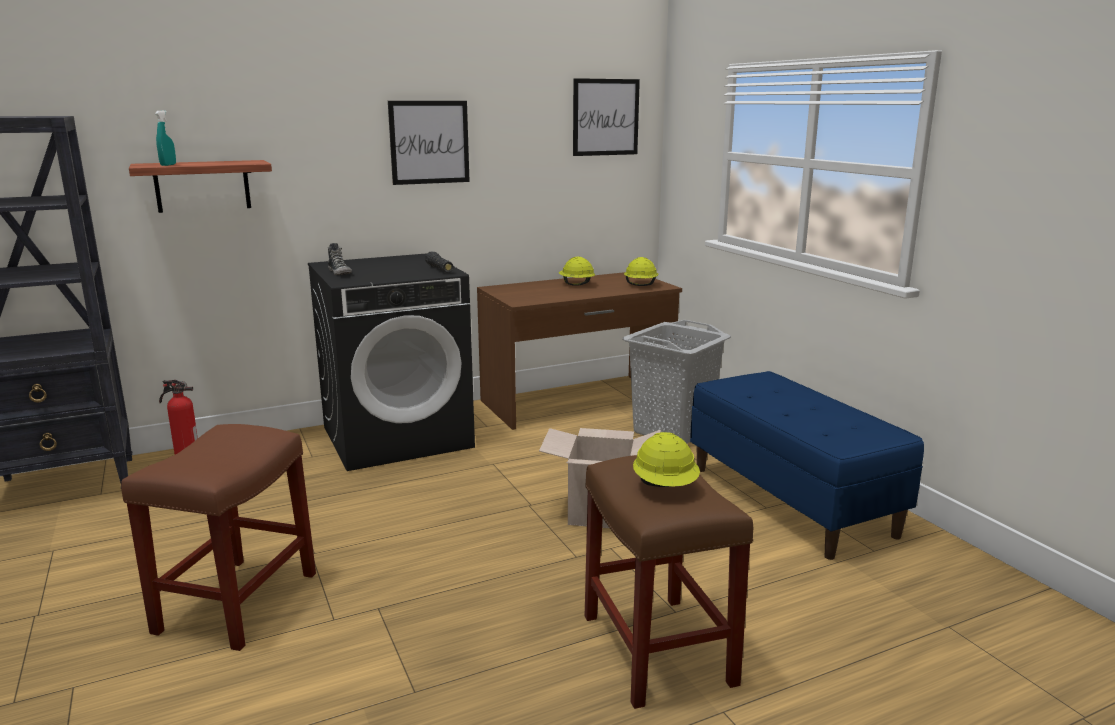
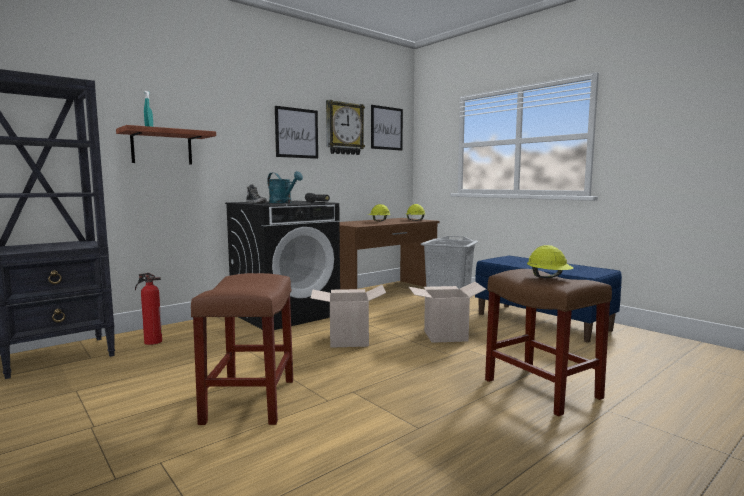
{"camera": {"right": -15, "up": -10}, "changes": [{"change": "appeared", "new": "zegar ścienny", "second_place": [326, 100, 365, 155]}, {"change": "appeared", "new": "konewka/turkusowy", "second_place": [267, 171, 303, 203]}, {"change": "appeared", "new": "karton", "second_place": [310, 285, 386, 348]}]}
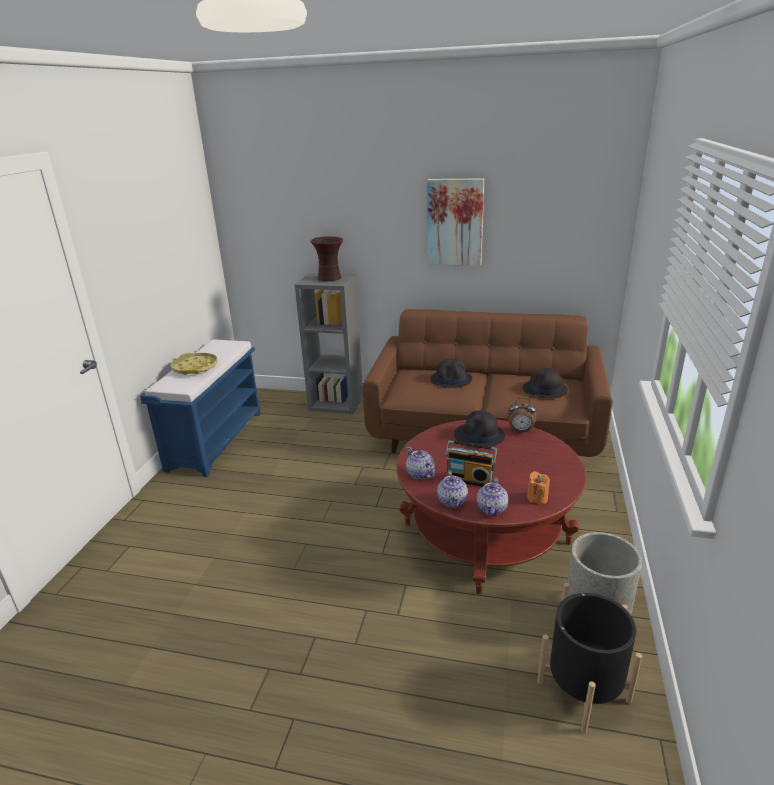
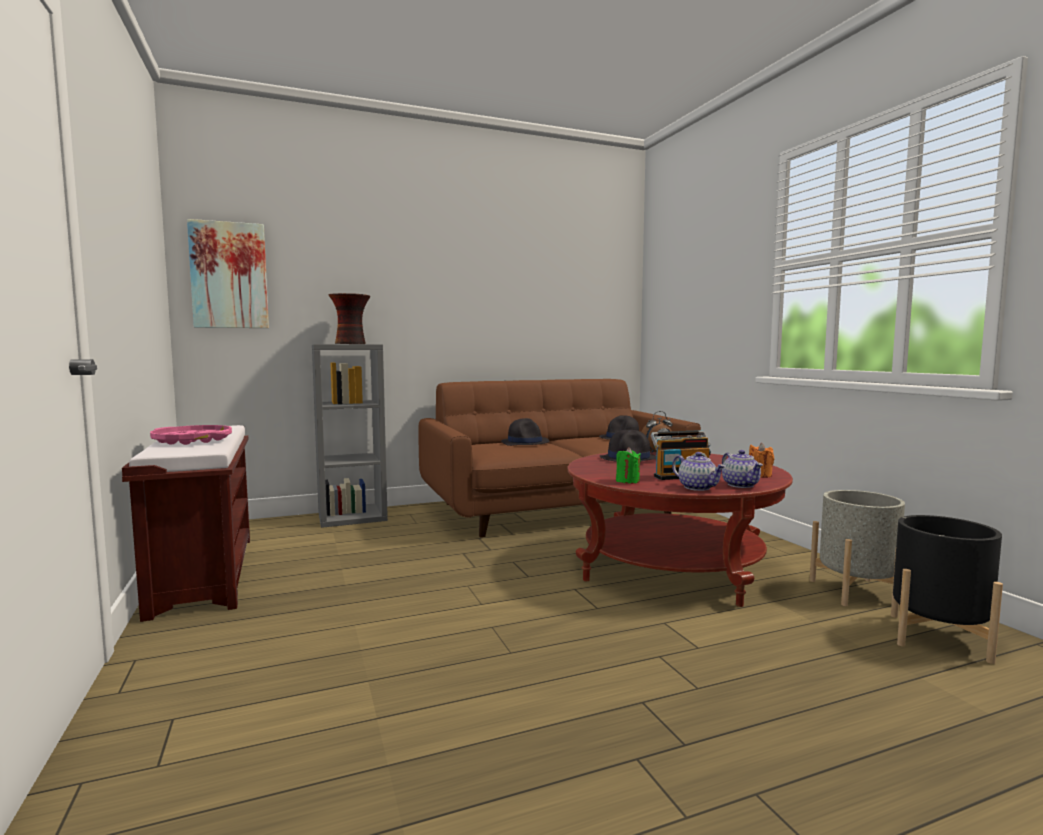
{"camera": {"right": -35, "up": -20}, "changes": [{"change": "relocated", "old": "obraz", "first_place": [427, 178, 484, 266], "second_place": [187, 219, 269, 328]}, {"change": "colour", "old": "ławka/niebieski", "new": "ławka/brązowy", "first_place": [140, 339, 261, 477], "second_place": [122, 425, 250, 622]}, {"change": "colour", "old": "taca/żółty", "new": "taca/różowy", "first_place": [171, 353, 218, 375], "second_place": [150, 425, 232, 445]}, {"change": "exchanged", "old": "imbryk", "new": "świeca/zielony", "first_place": [406, 446, 435, 480], "second_place": [616, 447, 641, 484]}]}
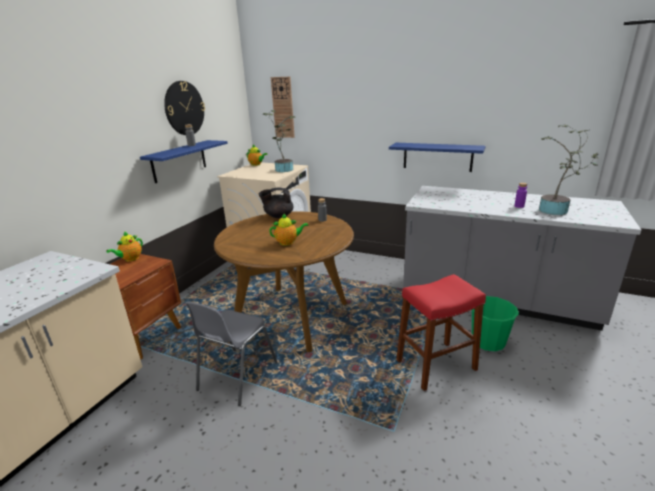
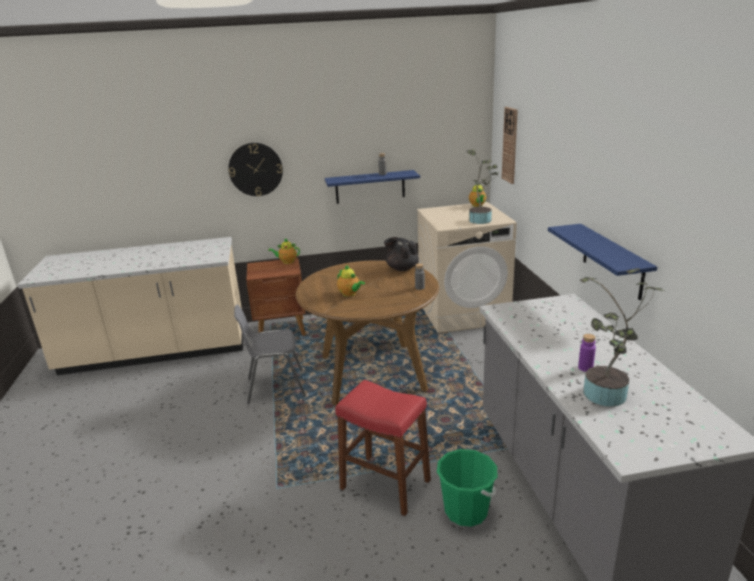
{"camera": {"right": 55, "up": 0}, "changes": [{"change": "relocated", "old": "zegar ścienny", "first_place": [164, 81, 205, 135], "second_place": [228, 143, 283, 196]}]}
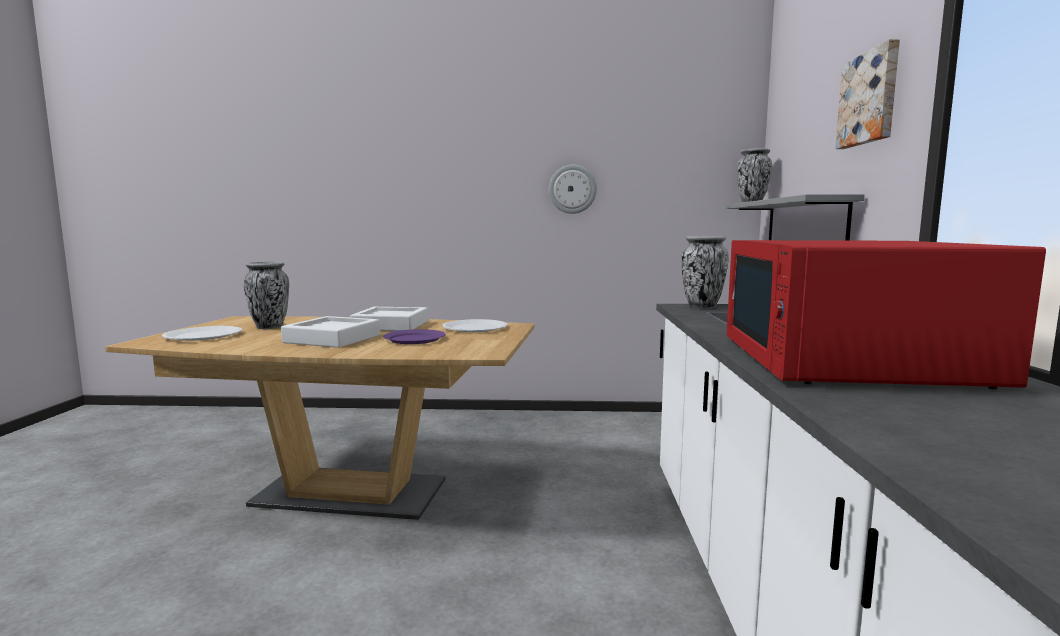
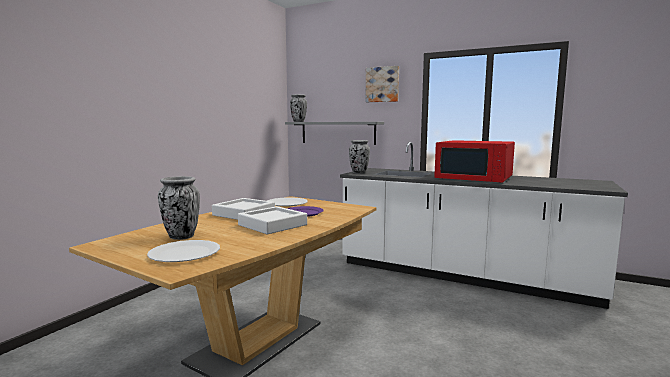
{"camera": {"right": -65, "up": 0}, "changes": [{"change": "missing", "old": "zegar ścienny", "first_place": [549, 164, 597, 214]}]}
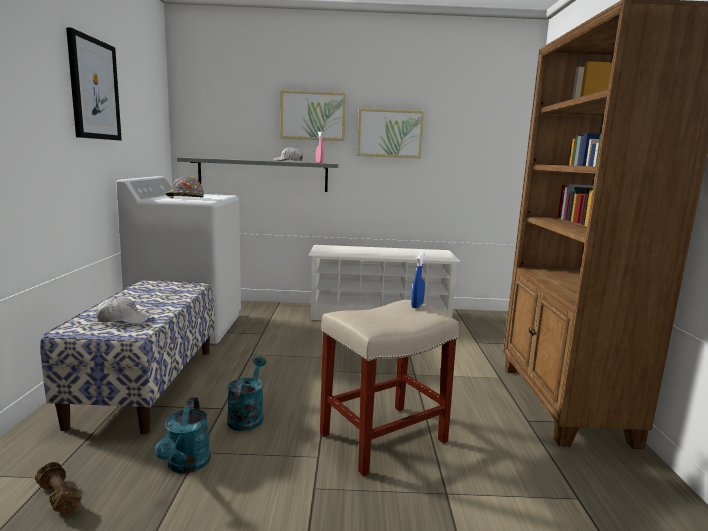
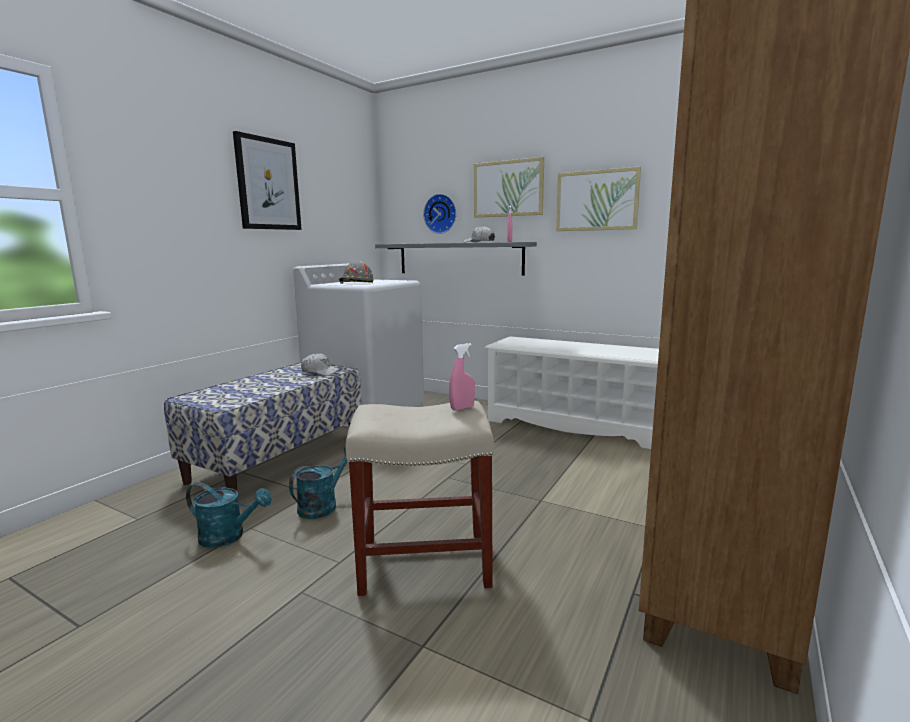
{"camera": {"right": 30, "up": 0}, "changes": [{"change": "colour", "old": "spryskiwacz/niebieski", "new": "spryskiwacz/różowy", "first_place": [411, 254, 425, 308], "second_place": [449, 343, 475, 411]}, {"change": "relocated", "old": "czapka z daszkiem/biały", "first_place": [96, 296, 151, 324], "second_place": [301, 353, 340, 376]}, {"change": "spun", "old": "konewka/turkusowy", "first_place": [155, 397, 211, 474], "second_place": [186, 482, 272, 548], "degrees": -105}, {"change": "missing", "old": "hantel/brązowy", "first_place": [35, 462, 82, 514]}, {"change": "appeared", "new": "zegar ścienny", "second_place": [423, 194, 456, 234]}]}
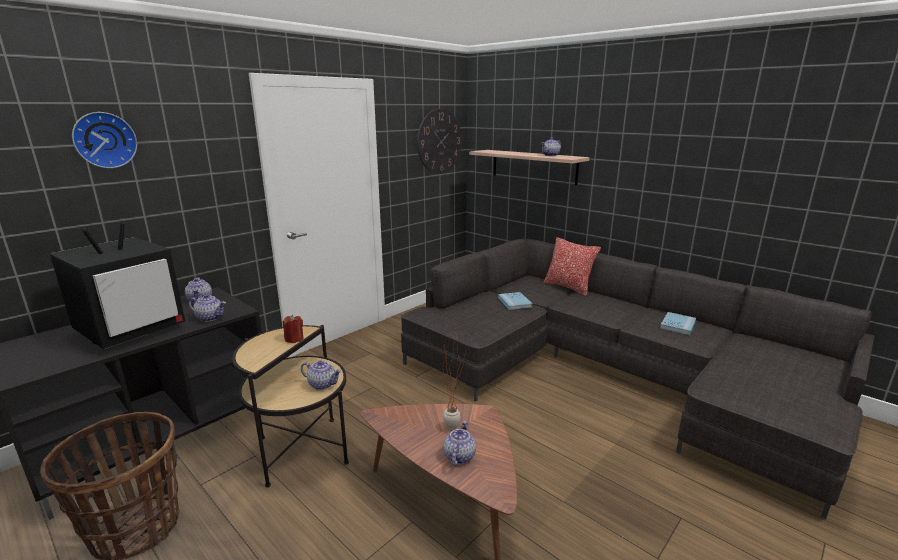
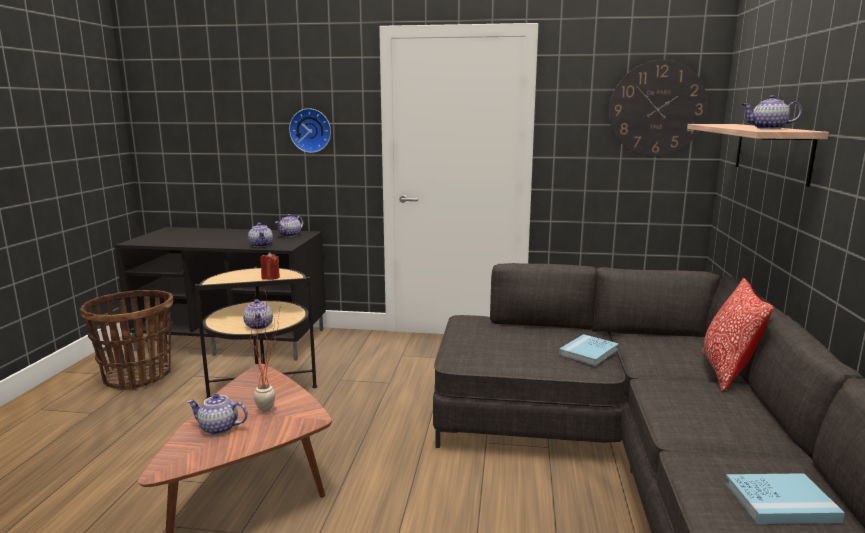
{"camera": {"right": 55, "up": -5}, "changes": [{"change": "relocated", "old": "zegar ścienny", "first_place": [72, 112, 137, 168], "second_place": [289, 108, 331, 153]}, {"change": "missing", "old": "telewizor", "first_place": [50, 222, 185, 349]}, {"change": "spun", "old": "imbryk", "first_place": [443, 421, 476, 466], "second_place": [187, 394, 248, 435], "degrees": -150}]}
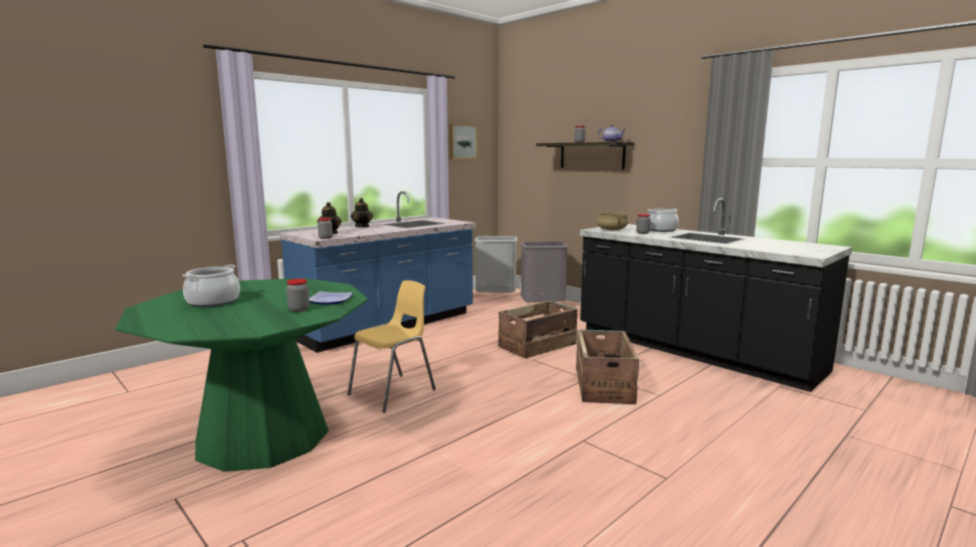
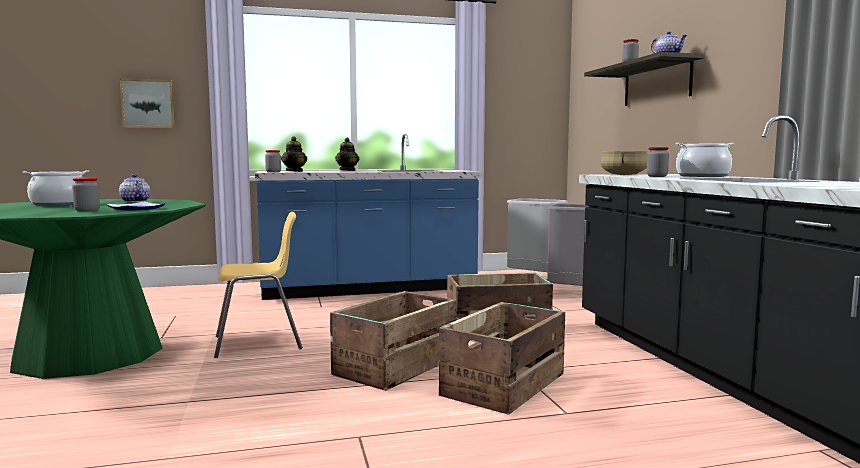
{"camera": {"right": 30, "up": -5}, "changes": [{"change": "relocated", "old": "obraz", "first_place": [450, 124, 477, 159], "second_place": [120, 79, 175, 128]}, {"change": "appeared", "new": "imbryk", "second_place": [119, 174, 150, 202]}, {"change": "appeared", "new": "skrzynka", "second_place": [330, 291, 456, 391]}]}
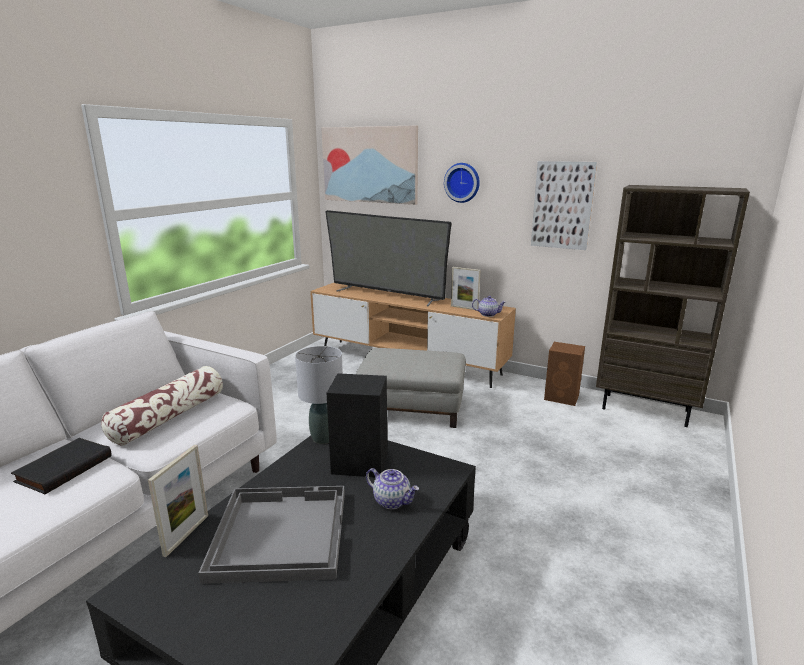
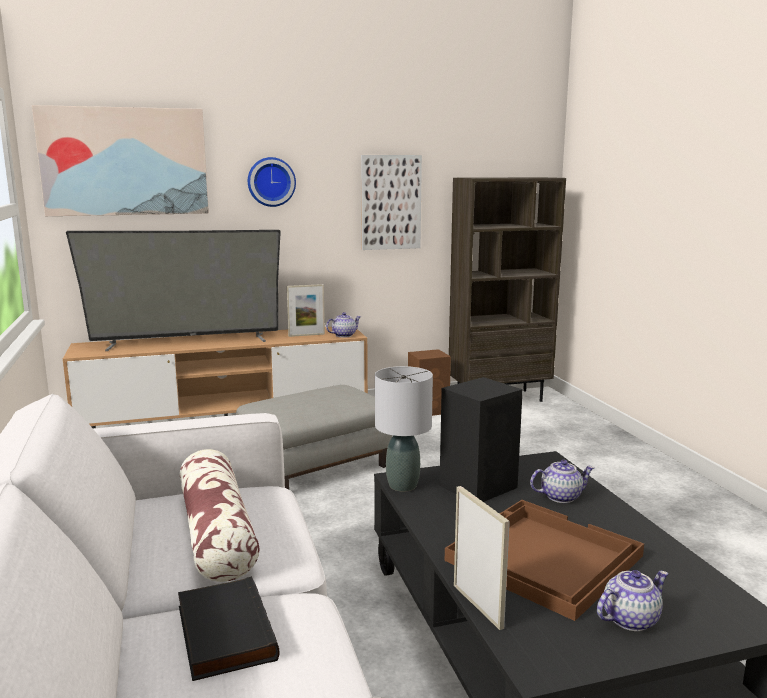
{"camera": {"right": -45, "up": -5}, "changes": [{"change": "colour", "old": "taca/szary", "new": "taca/brązowy", "first_place": [198, 486, 345, 584], "second_place": [445, 500, 644, 621]}, {"change": "appeared", "new": "imbryk", "second_place": [597, 570, 669, 631]}]}
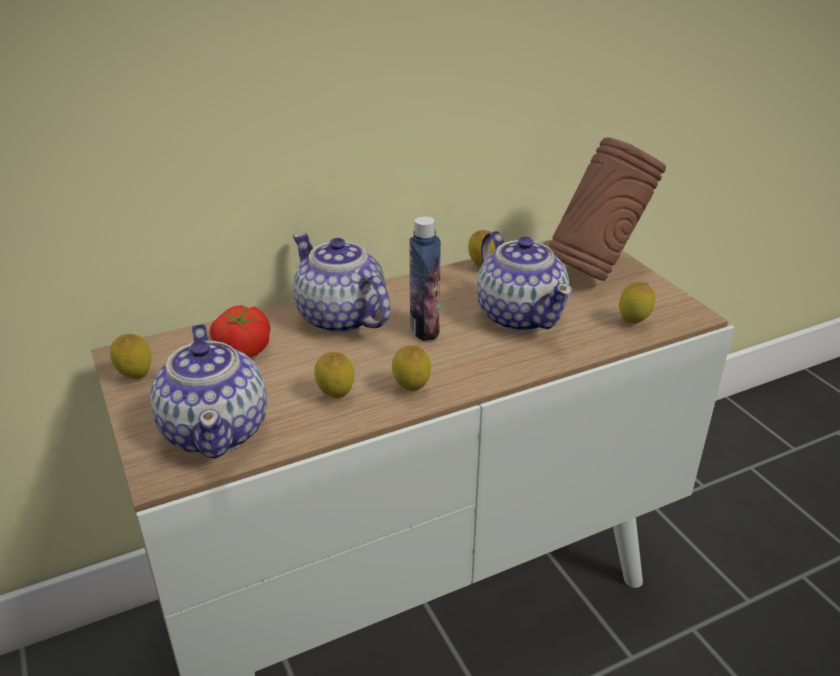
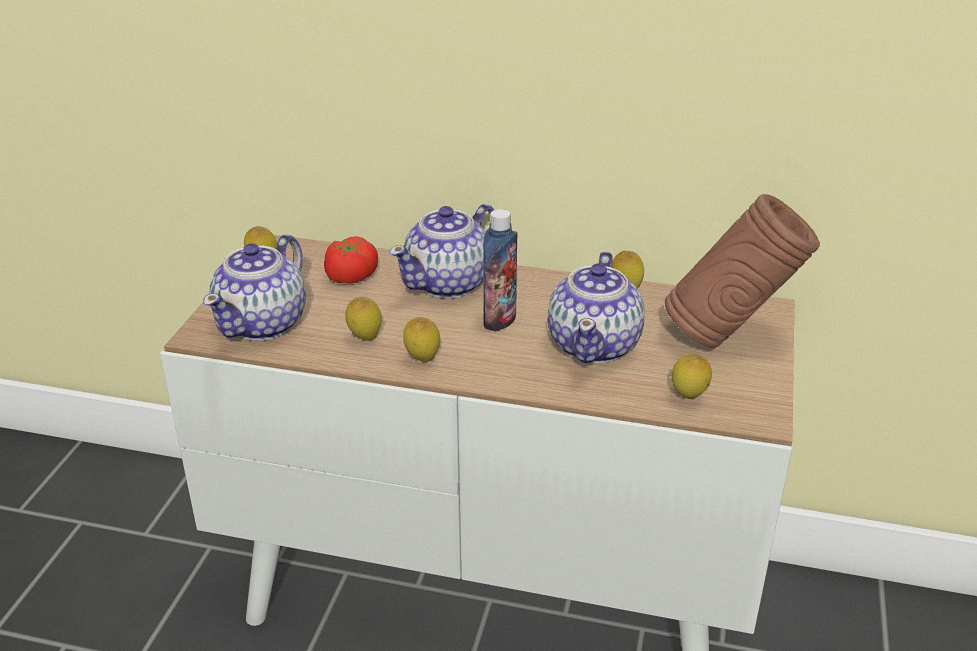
{"camera": {"right": 40, "up": 0}, "changes": [{"change": "spun", "old": "imbryk", "first_place": [293, 233, 390, 334], "second_place": [389, 204, 494, 299], "degrees": -135}]}
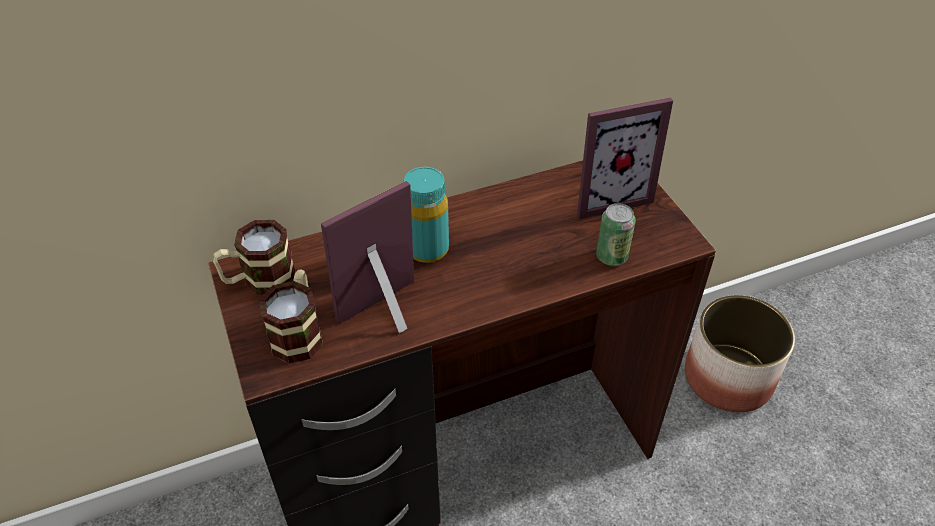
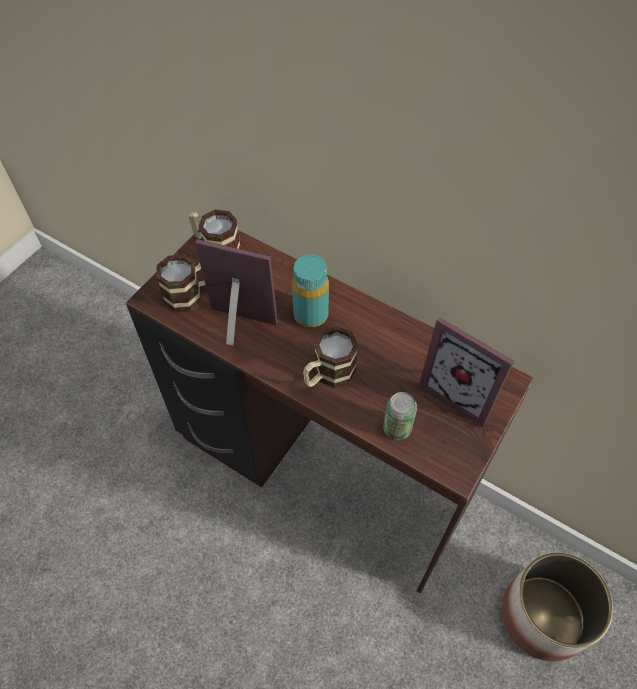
{"camera": {"right": 55, "up": 10}, "changes": [{"change": "appeared", "new": "kubek", "second_place": [303, 326, 358, 388]}]}
